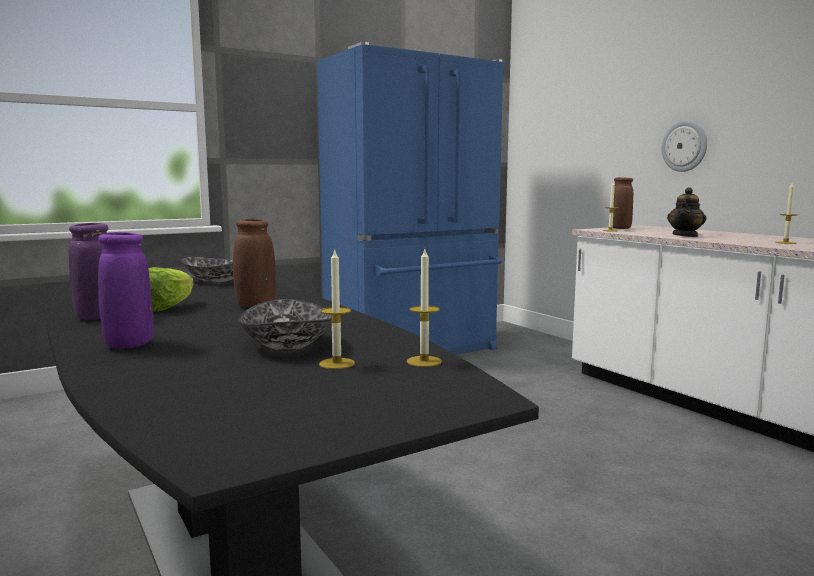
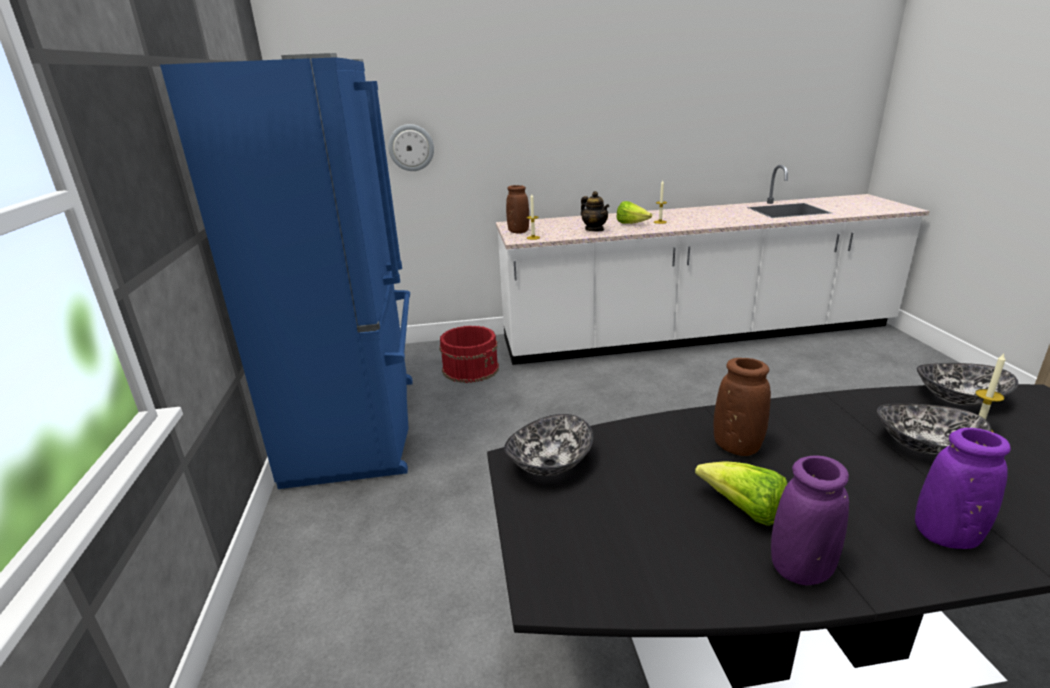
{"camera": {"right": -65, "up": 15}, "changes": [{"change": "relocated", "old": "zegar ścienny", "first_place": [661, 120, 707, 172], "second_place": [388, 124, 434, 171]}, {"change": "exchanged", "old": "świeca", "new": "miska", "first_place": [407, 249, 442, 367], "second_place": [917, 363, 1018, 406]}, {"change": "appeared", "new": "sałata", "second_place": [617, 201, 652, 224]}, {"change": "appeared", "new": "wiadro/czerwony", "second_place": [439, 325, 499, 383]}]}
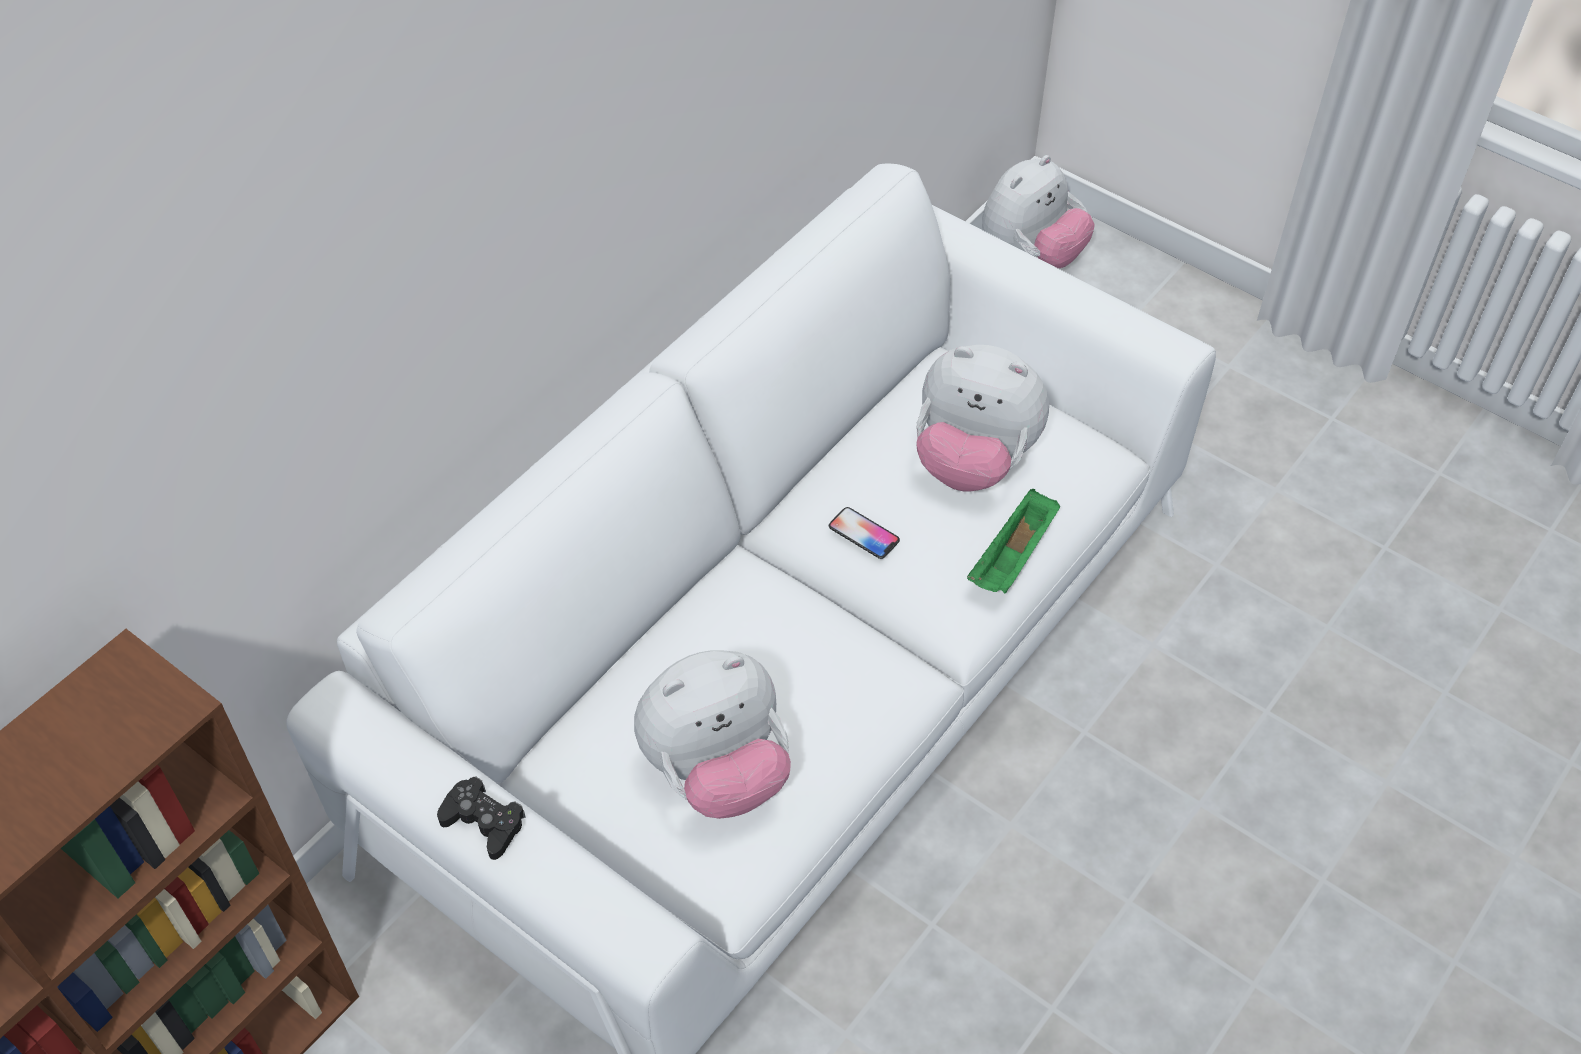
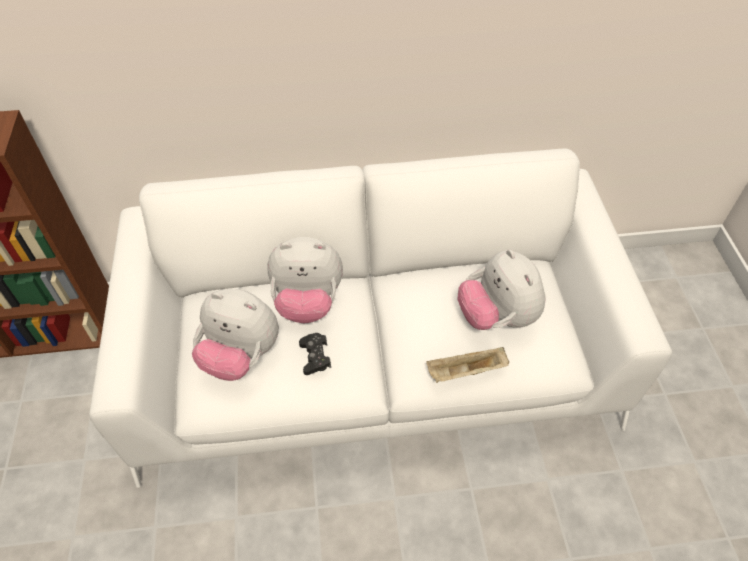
{"camera": {"right": 45, "up": 0}, "changes": [{"change": "relocated", "old": "pluszak", "first_place": [982, 155, 1095, 268], "second_place": [267, 237, 343, 323]}, {"change": "colour", "old": "taca/zielony", "new": "taca/beżowy", "first_place": [967, 489, 1060, 594], "second_place": [426, 347, 509, 383]}, {"change": "missing", "old": "telefon", "first_place": [829, 507, 900, 559]}, {"change": "relocated", "old": "pad do gier/czarny", "first_place": [437, 777, 525, 860], "second_place": [299, 333, 331, 375]}]}
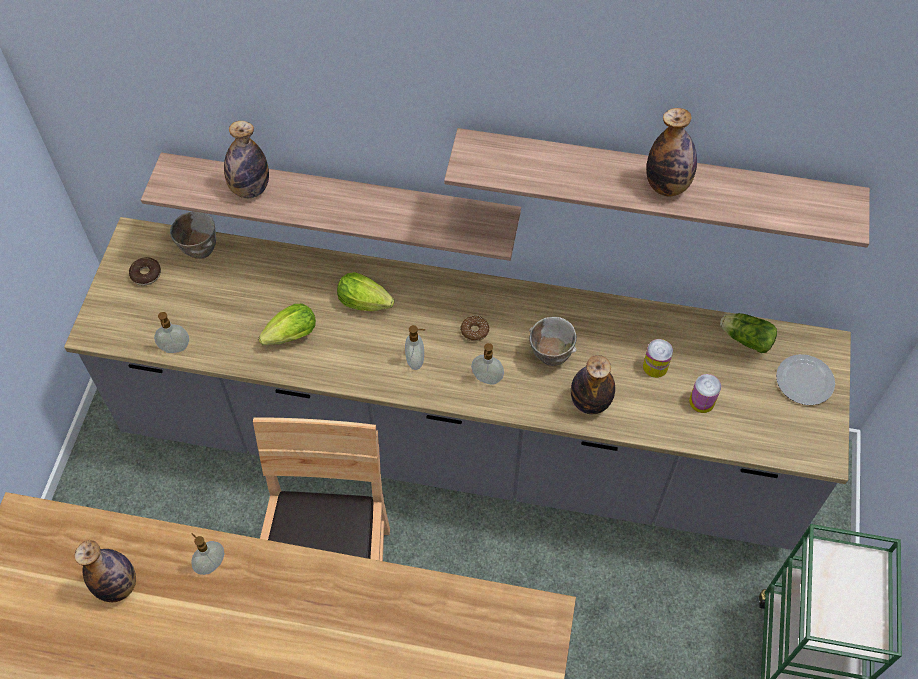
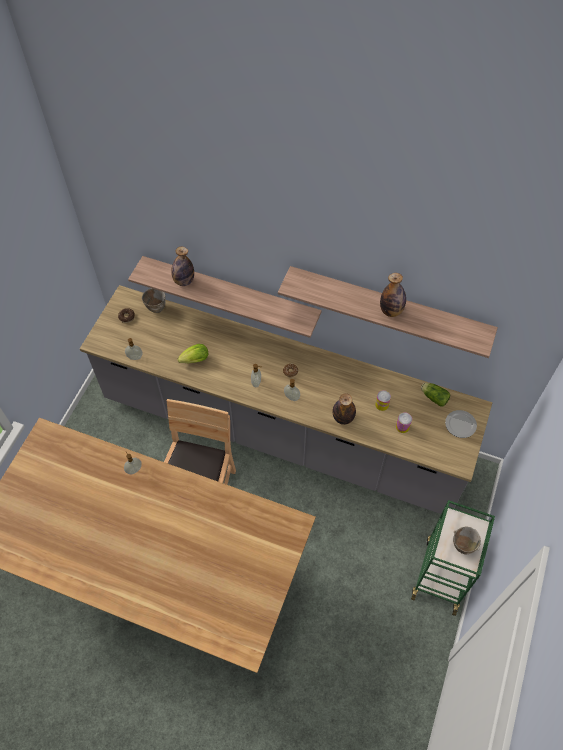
{"camera": {"right": 10, "up": 0}, "changes": [{"change": "missing", "old": "sałata", "first_place": [337, 272, 394, 311]}, {"change": "relocated", "old": "miska", "first_place": [529, 317, 577, 366], "second_place": [453, 527, 481, 554]}, {"change": "missing", "old": "butelka", "first_place": [74, 540, 136, 602]}]}
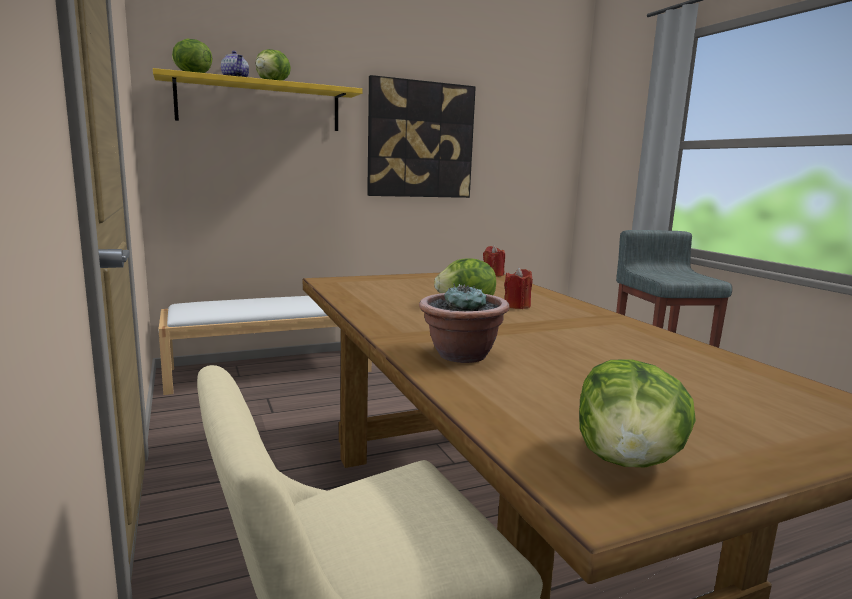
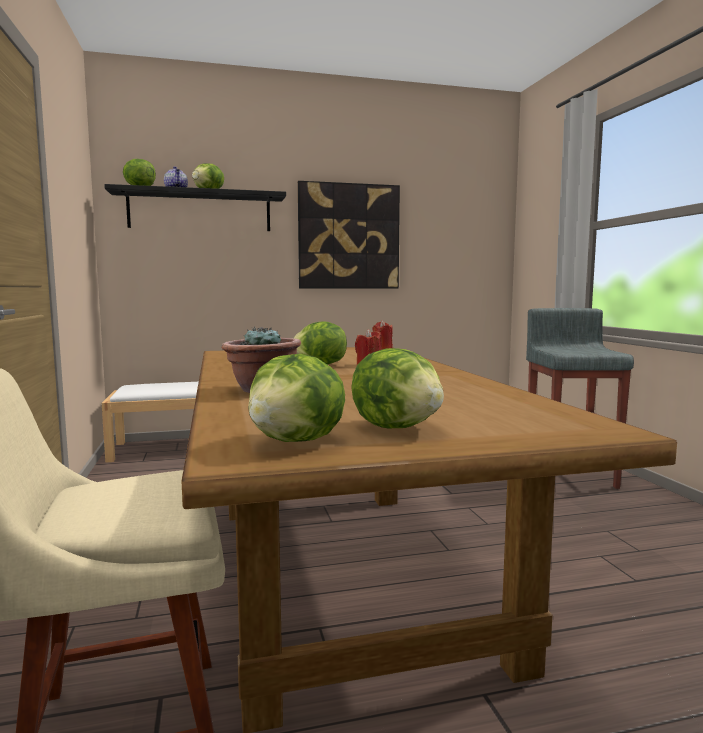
{"camera": {"right": 10, "up": -5}, "changes": [{"change": "colour", "old": "półka/żółty", "new": "półka/czarny", "first_place": [153, 68, 363, 131], "second_place": [104, 184, 286, 231]}, {"change": "appeared", "new": "sałata", "second_place": [351, 348, 444, 428]}]}
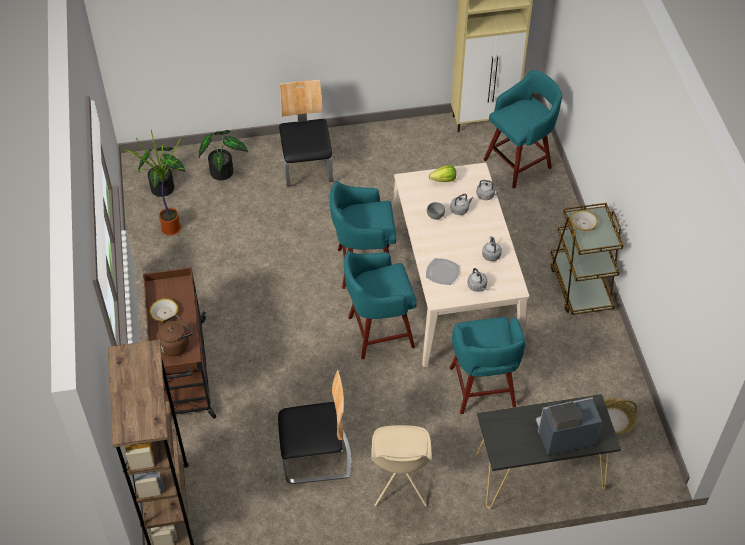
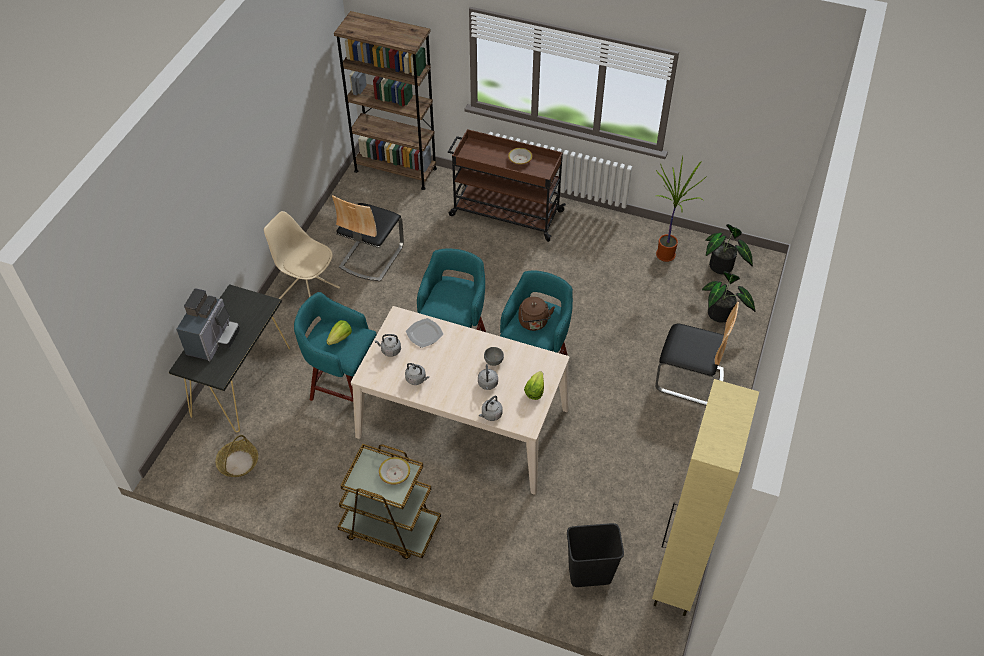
{"camera": {"right": 120, "up": 0}, "changes": [{"change": "exchanged", "old": "stołek/turkusowy", "new": "kosz na śmieci/czarny", "first_place": [484, 70, 562, 188], "second_place": [567, 523, 624, 587]}, {"change": "relocated", "old": "czajnik/brązowy", "first_place": [156, 315, 193, 356], "second_place": [518, 297, 555, 331]}, {"change": "appeared", "new": "sałata", "second_place": [326, 320, 352, 345]}]}
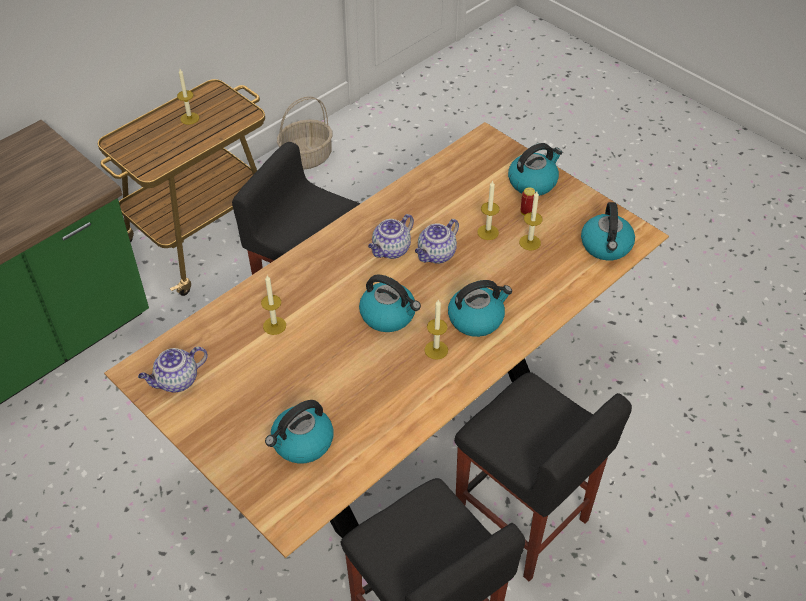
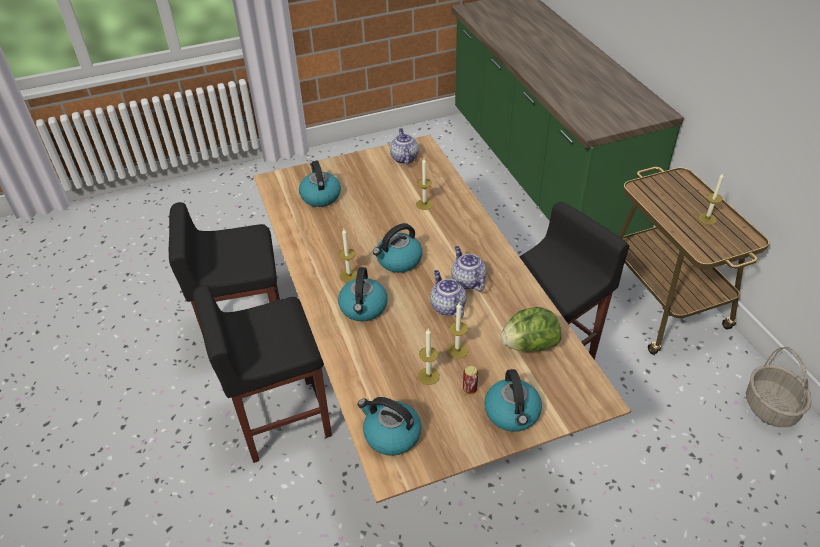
{"camera": {"right": 115, "up": -5}, "changes": [{"change": "appeared", "new": "sałata", "second_place": [501, 307, 561, 352]}]}
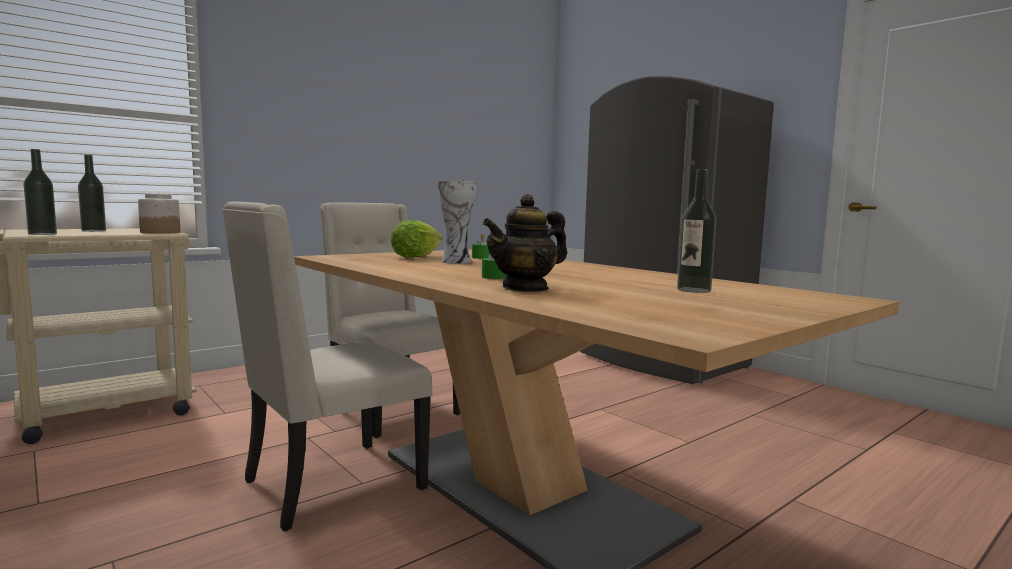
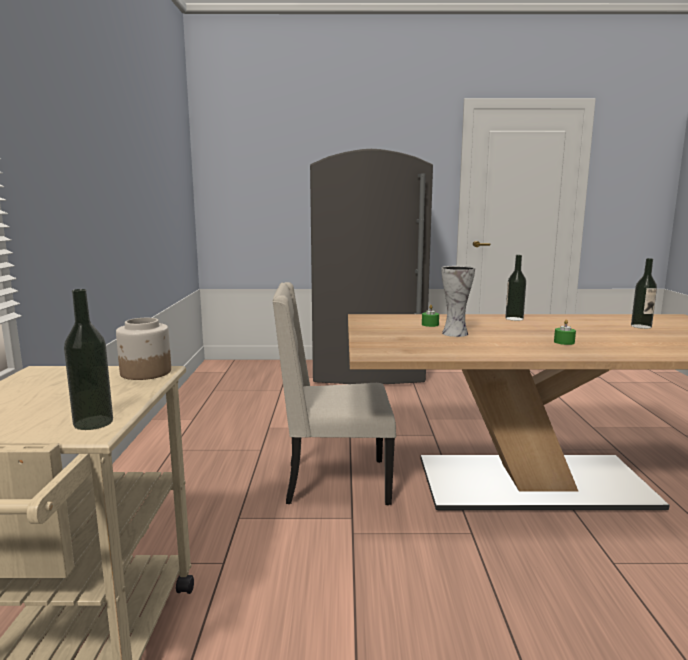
{"camera": {"right": -50, "up": 5}, "changes": [{"change": "relocated", "old": "butelka", "first_place": [78, 155, 106, 232], "second_place": [505, 255, 526, 321]}, {"change": "missing", "old": "imbryk", "first_place": [483, 194, 567, 292]}, {"change": "missing", "old": "krzesło/beżowy", "first_place": [222, 202, 432, 531]}, {"change": "missing", "old": "sałata", "first_place": [390, 220, 443, 258]}]}
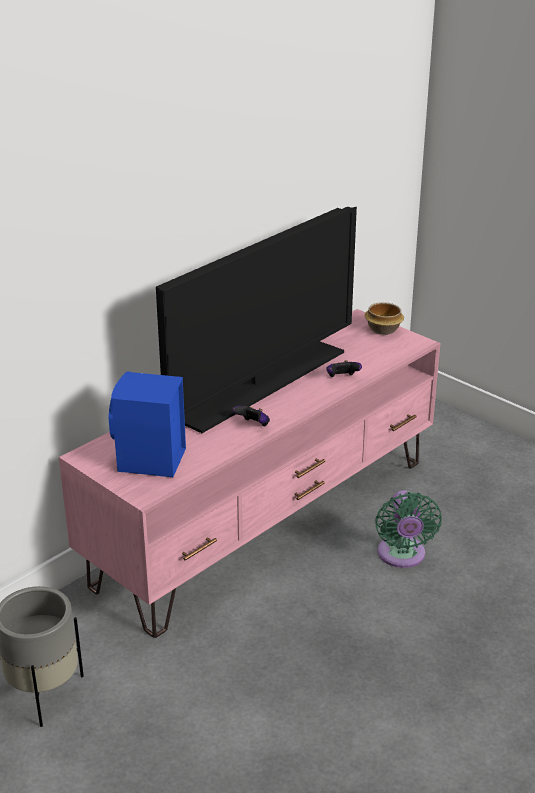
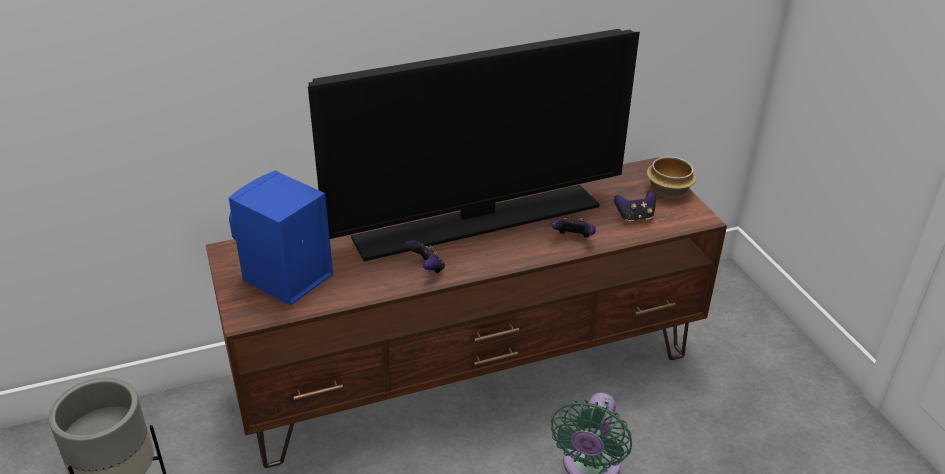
{"camera": {"right": 25, "up": 5}, "changes": [{"change": "colour", "old": "szafka pod telewizor/różowy", "new": "szafka pod telewizor/brązowy", "first_place": [59, 309, 440, 638], "second_place": [206, 157, 727, 468]}, {"change": "appeared", "new": "pad do gier", "second_place": [614, 191, 656, 222]}]}
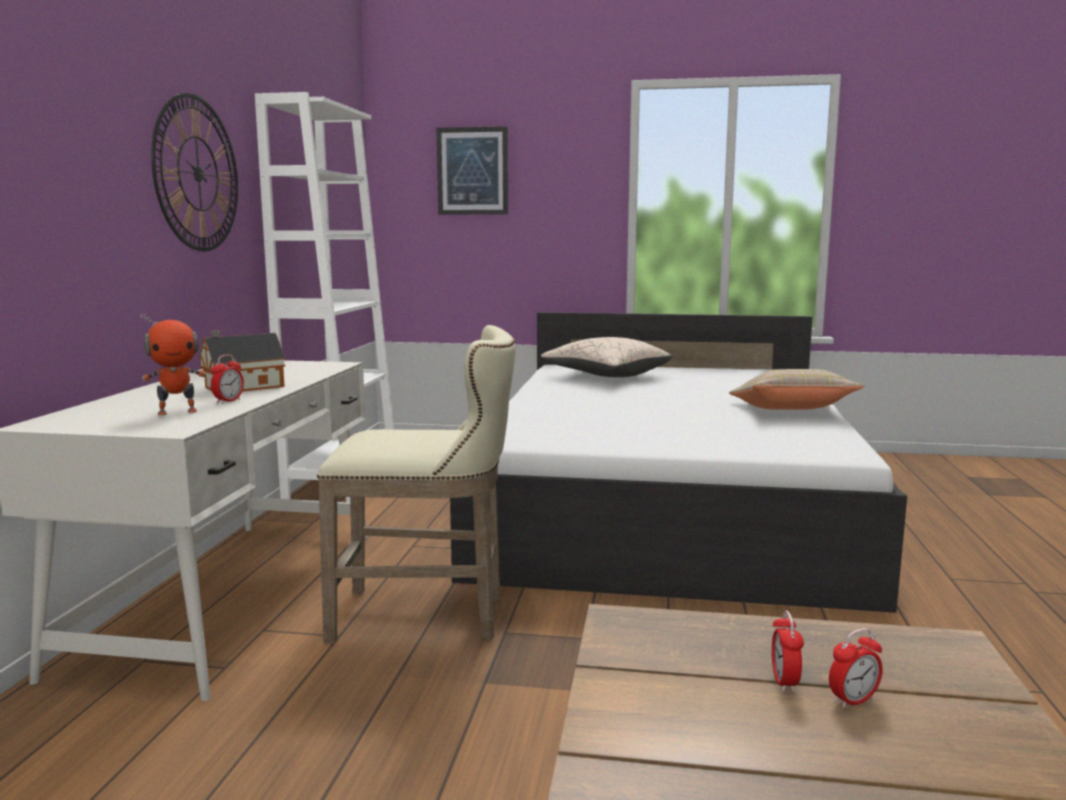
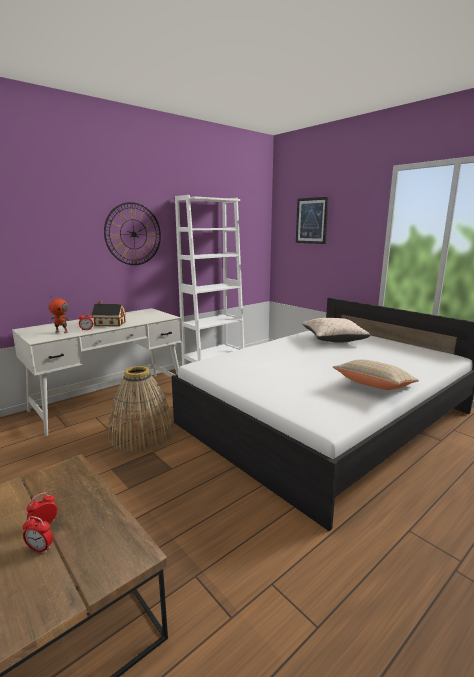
{"camera": {"right": 40, "up": 5}, "changes": [{"change": "exchanged", "old": "stołek/beżowy", "new": "koszyk", "first_place": [317, 325, 516, 644], "second_place": [108, 366, 175, 452]}]}
